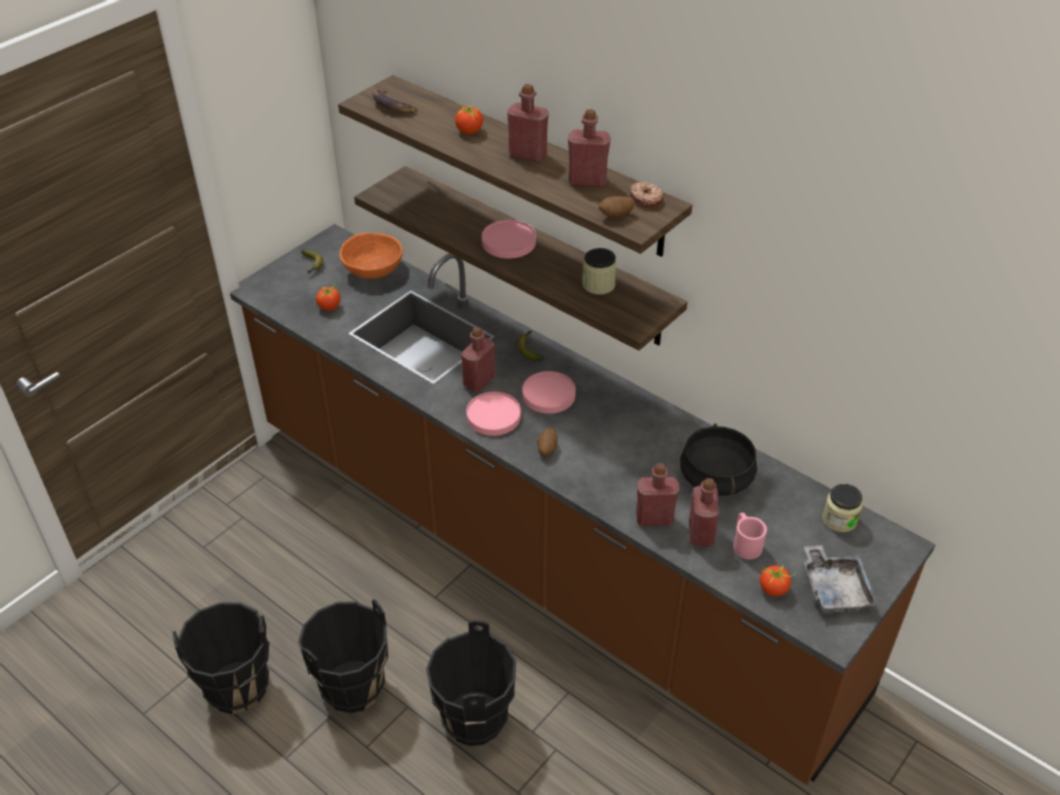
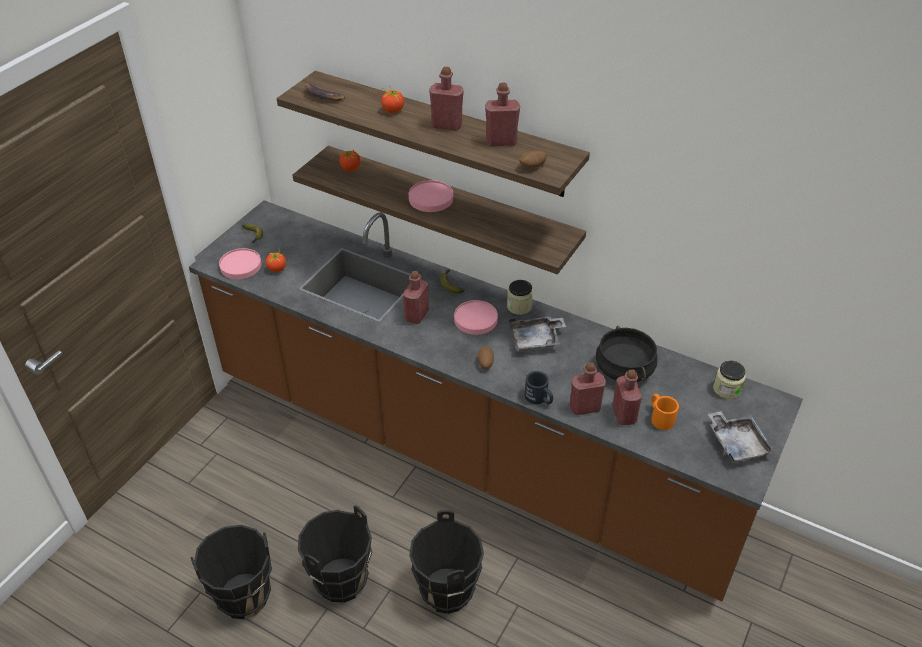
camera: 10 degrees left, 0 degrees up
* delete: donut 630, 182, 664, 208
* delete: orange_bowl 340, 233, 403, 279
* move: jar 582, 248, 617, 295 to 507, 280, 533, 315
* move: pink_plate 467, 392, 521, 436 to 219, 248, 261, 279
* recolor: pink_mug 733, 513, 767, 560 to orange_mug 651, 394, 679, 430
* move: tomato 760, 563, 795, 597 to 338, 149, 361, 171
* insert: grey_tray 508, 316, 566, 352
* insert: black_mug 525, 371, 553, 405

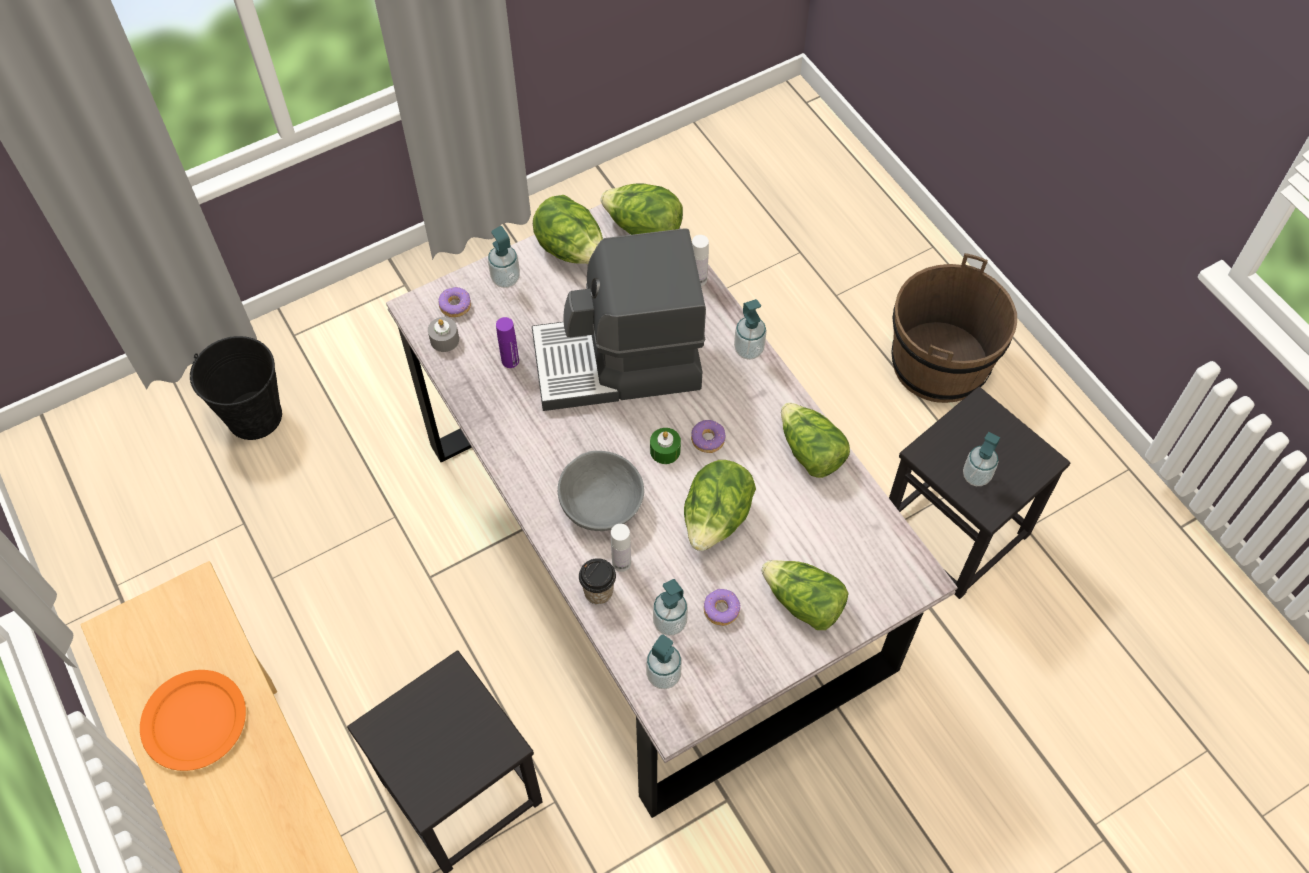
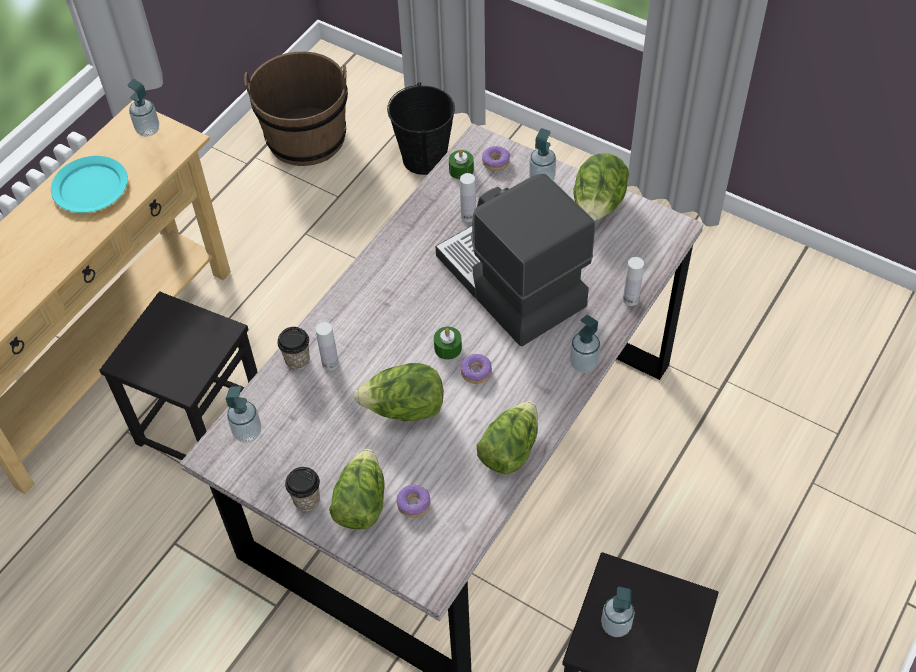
camera: 65 degrees right, 5 degrees down
* delete: lettuce 600, 183, 683, 235
* move: brown_bucket 892, 253, 1017, 403 to 244, 52, 348, 166
* recolor: grey_candle 428, 317, 459, 352 to green_candle 449, 149, 474, 180
* recolor: purple_bottle 496, 317, 519, 368 to white_bottle 460, 173, 476, 222
* delete: grey_bowl 558, 451, 644, 531
* move: soap_dispenser 653, 579, 688, 636 to 128, 79, 159, 137
* move: donut 704, 589, 741, 626 to 397, 484, 430, 518
* recolor: orange_plate 140, 670, 246, 771 to turquoise_plate 51, 156, 128, 213
* insert: cup 285, 467, 320, 511

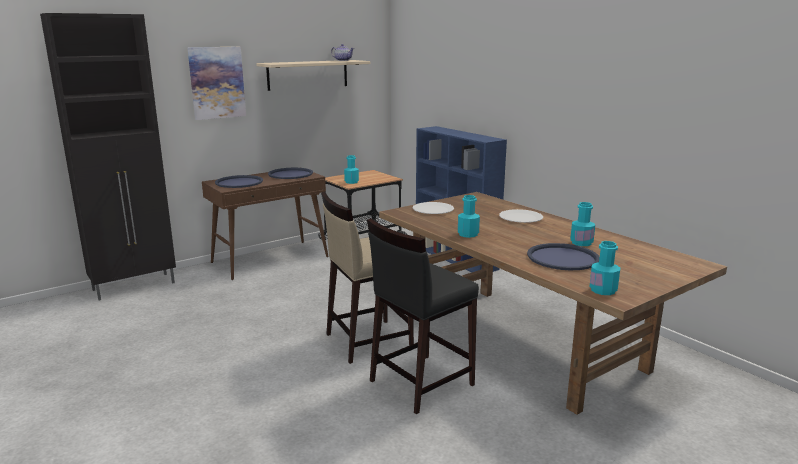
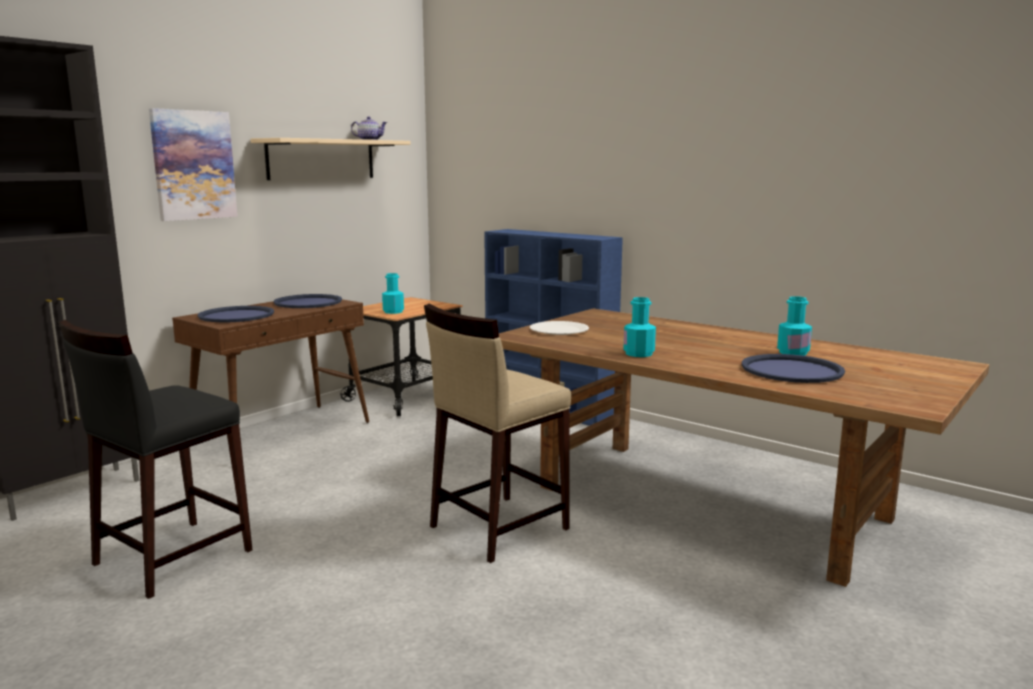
camera: 15 degrees left, 5 degrees down
* delete: white_plate 499, 209, 543, 223
* move: black_stool 367, 218, 479, 414 to 58, 320, 252, 599
* delete: turquoise_bottle 589, 241, 620, 295

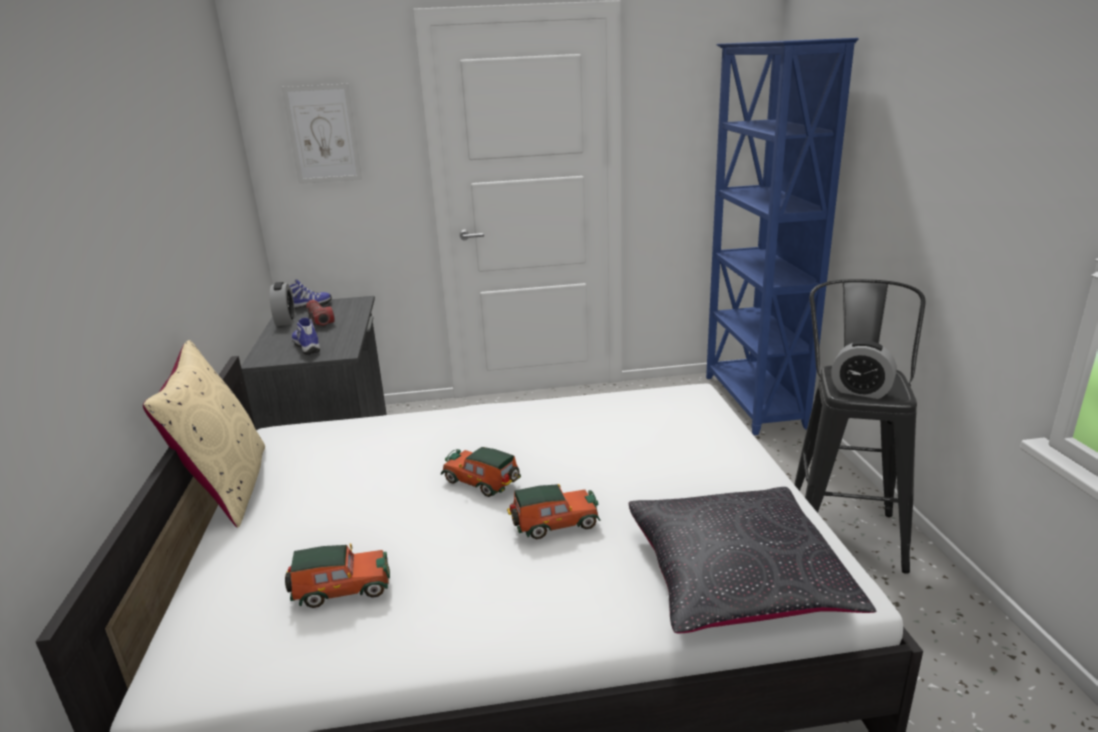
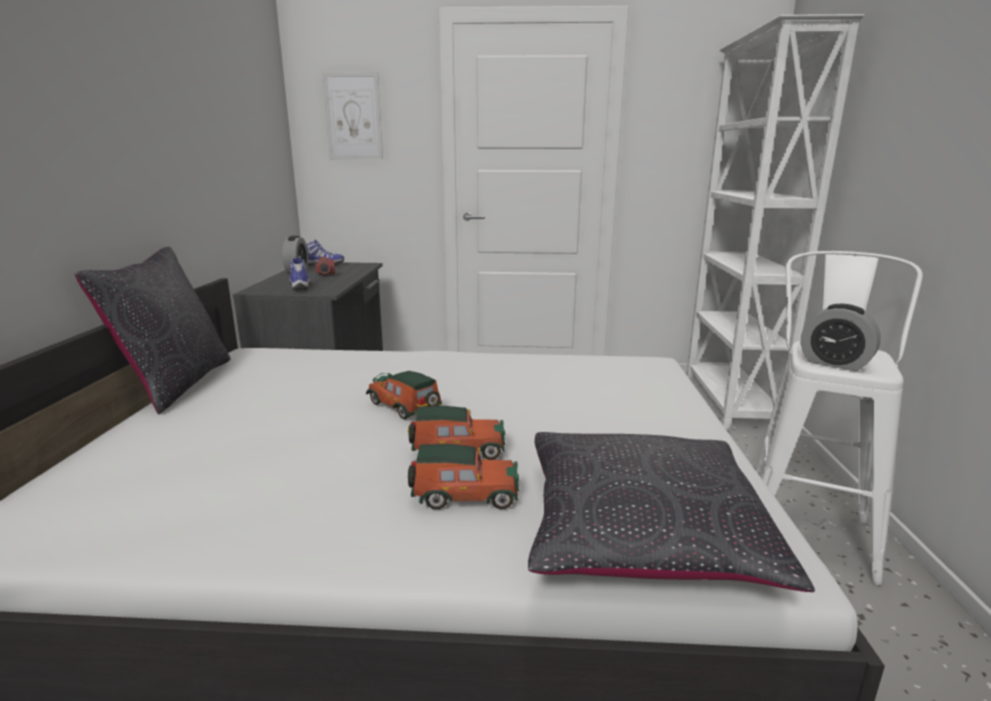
camera: 10 degrees right, 5 degrees down
* recolor: blue_bookcase 706, 38, 859, 435 to white_bookcase 686, 14, 864, 429
* recolor: black_stool 794, 279, 926, 574 to white_stool 756, 251, 923, 585
* recolor: beige_pillow 143, 340, 265, 528 to black_pillow 75, 247, 231, 414
* move: toy_car 285, 543, 390, 608 to 408, 444, 519, 509

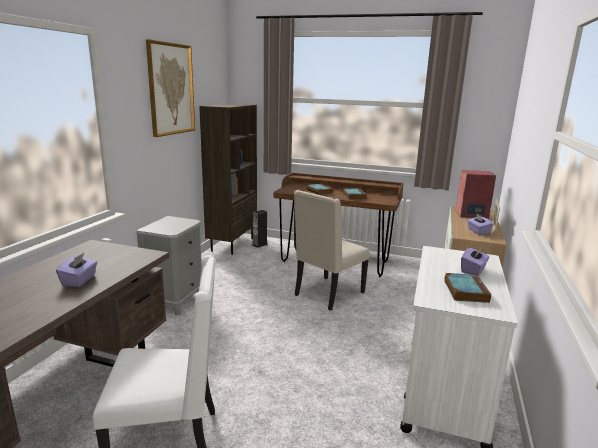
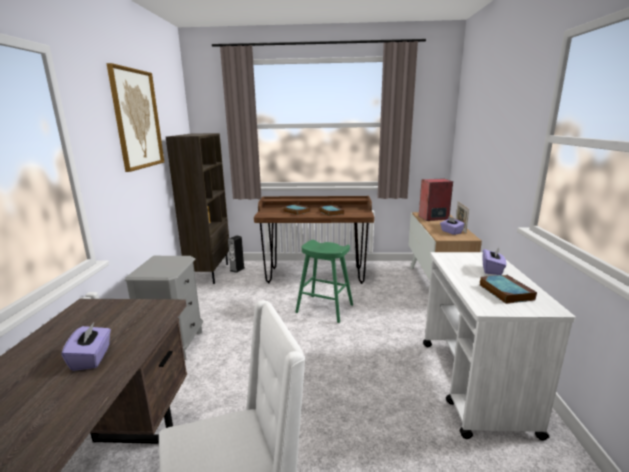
camera: 15 degrees left, 0 degrees up
* replace: beige_chair 294, 190, 370, 311 to green_stool 295, 240, 353, 323

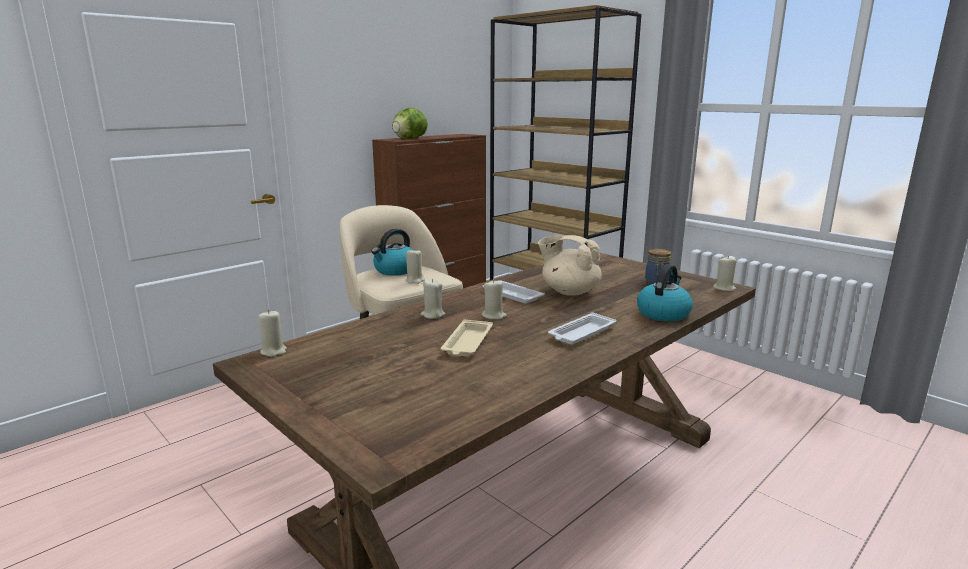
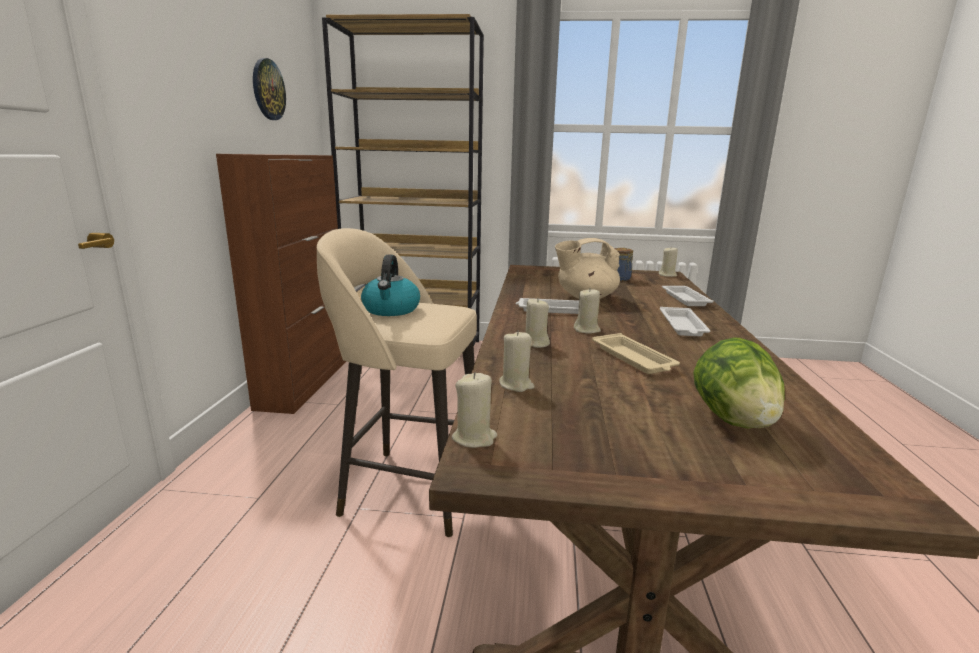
camera: 40 degrees left, 0 degrees up
* move: lettuce 392, 108, 428, 139 to 693, 337, 785, 429
* move: beige_candle 405, 250, 425, 284 to 499, 330, 535, 392
* replace: kettle 637, 264, 693, 322 to white_tray 662, 286, 714, 306
* insert: wall_clock 253, 58, 286, 120

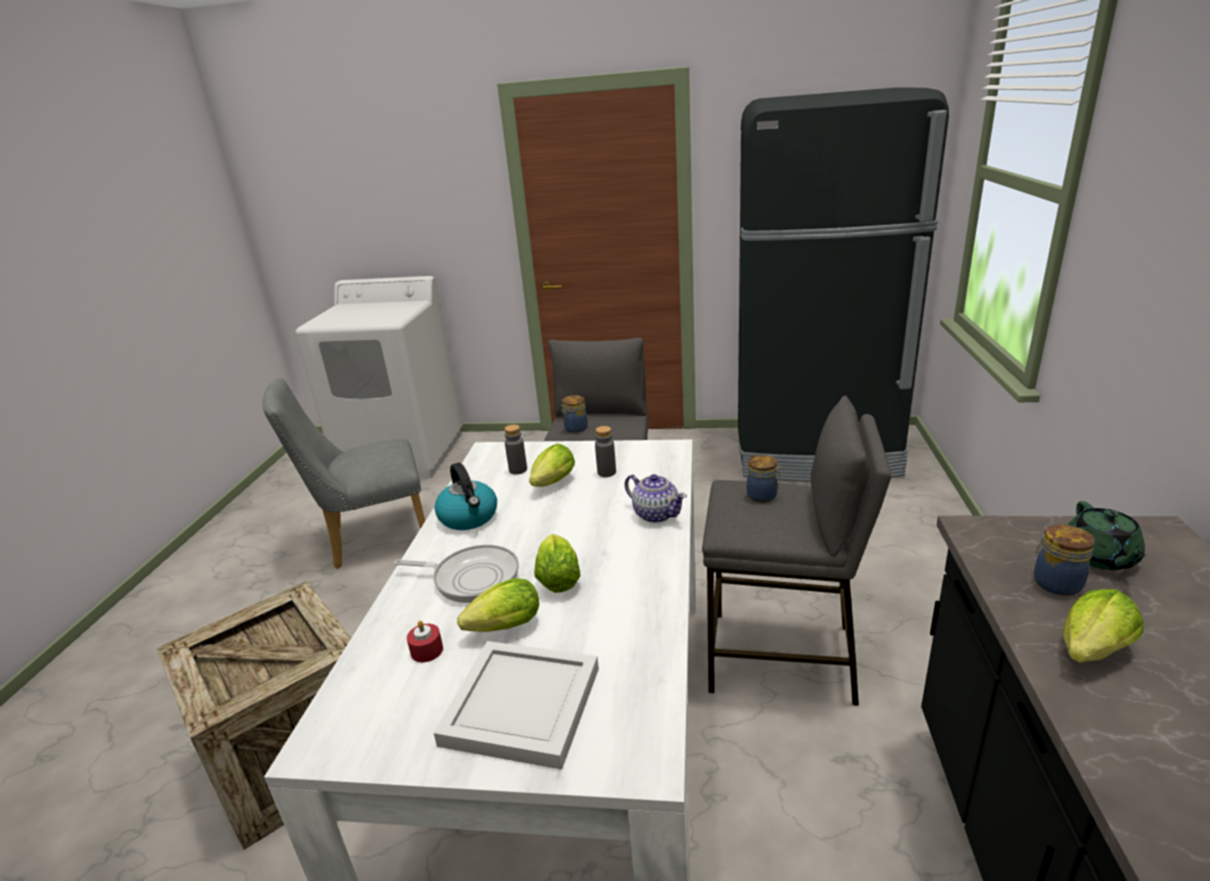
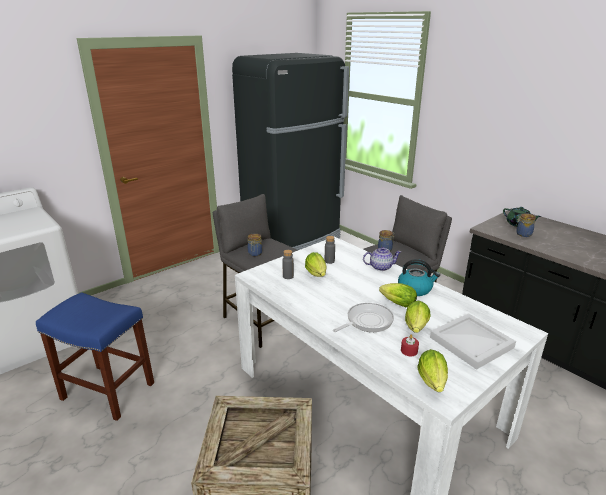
camera: 50 degrees left, 0 degrees up
* replace: grey_chair 262, 377, 425, 568 to blue_stool 36, 292, 154, 421
* move: kettle 435, 462, 497, 530 to 398, 259, 440, 296
* move: lettuce 1063, 589, 1144, 663 to 417, 349, 448, 392

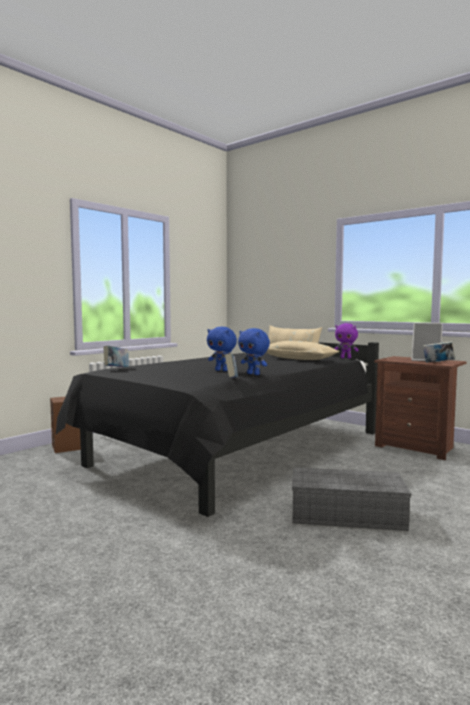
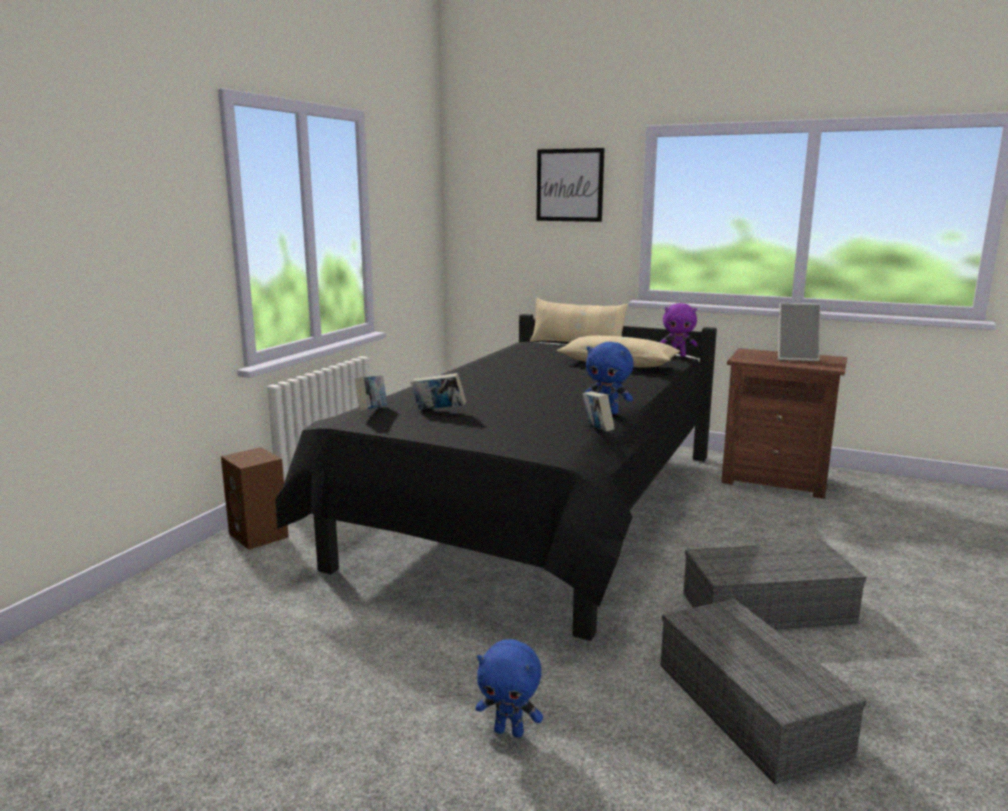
camera: 15 degrees left, 10 degrees up
* move: blue_plush_toy 207, 327, 237, 371 to 476, 639, 543, 738
* move: book 423, 341, 456, 363 to 411, 373, 466, 410
* insert: picture 536, 148, 605, 222
* insert: grey_storage_box 661, 599, 867, 785

